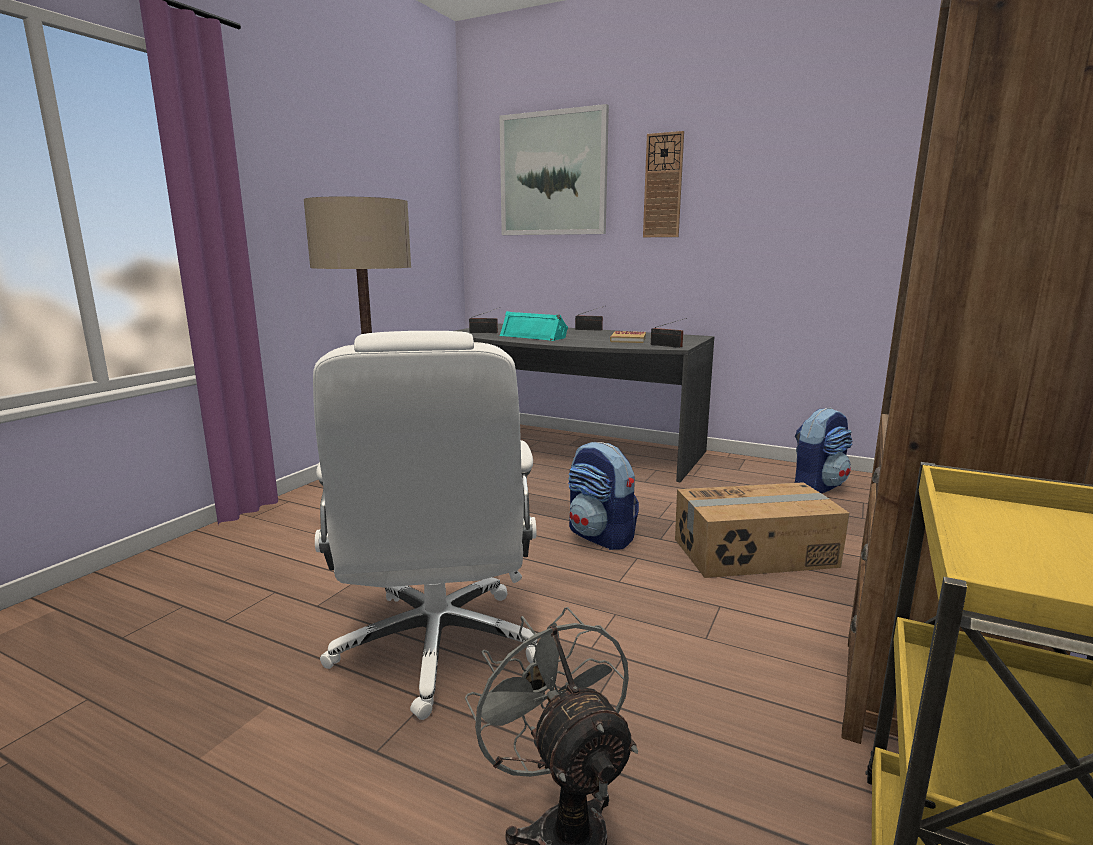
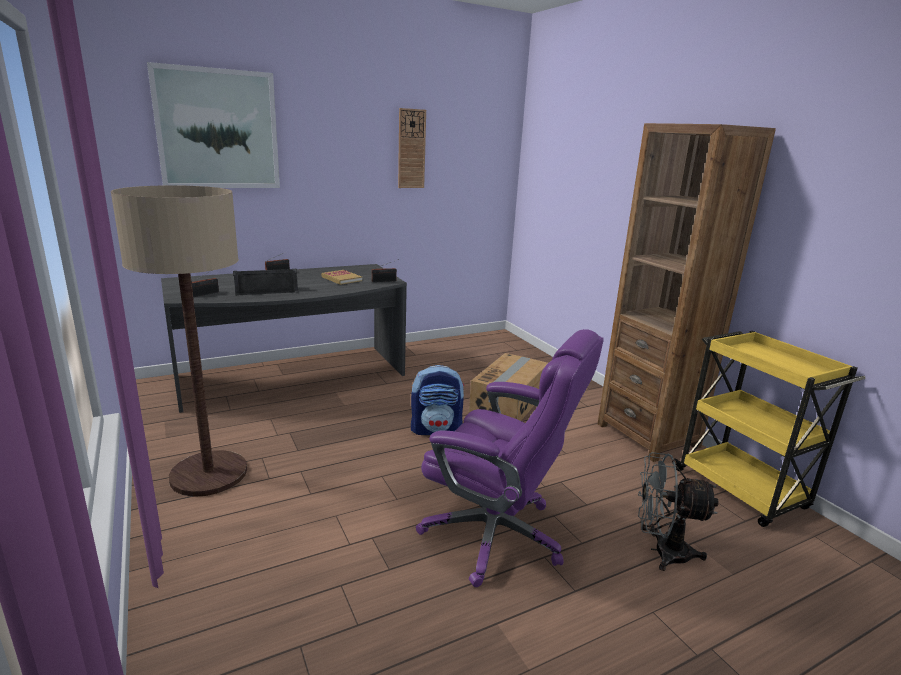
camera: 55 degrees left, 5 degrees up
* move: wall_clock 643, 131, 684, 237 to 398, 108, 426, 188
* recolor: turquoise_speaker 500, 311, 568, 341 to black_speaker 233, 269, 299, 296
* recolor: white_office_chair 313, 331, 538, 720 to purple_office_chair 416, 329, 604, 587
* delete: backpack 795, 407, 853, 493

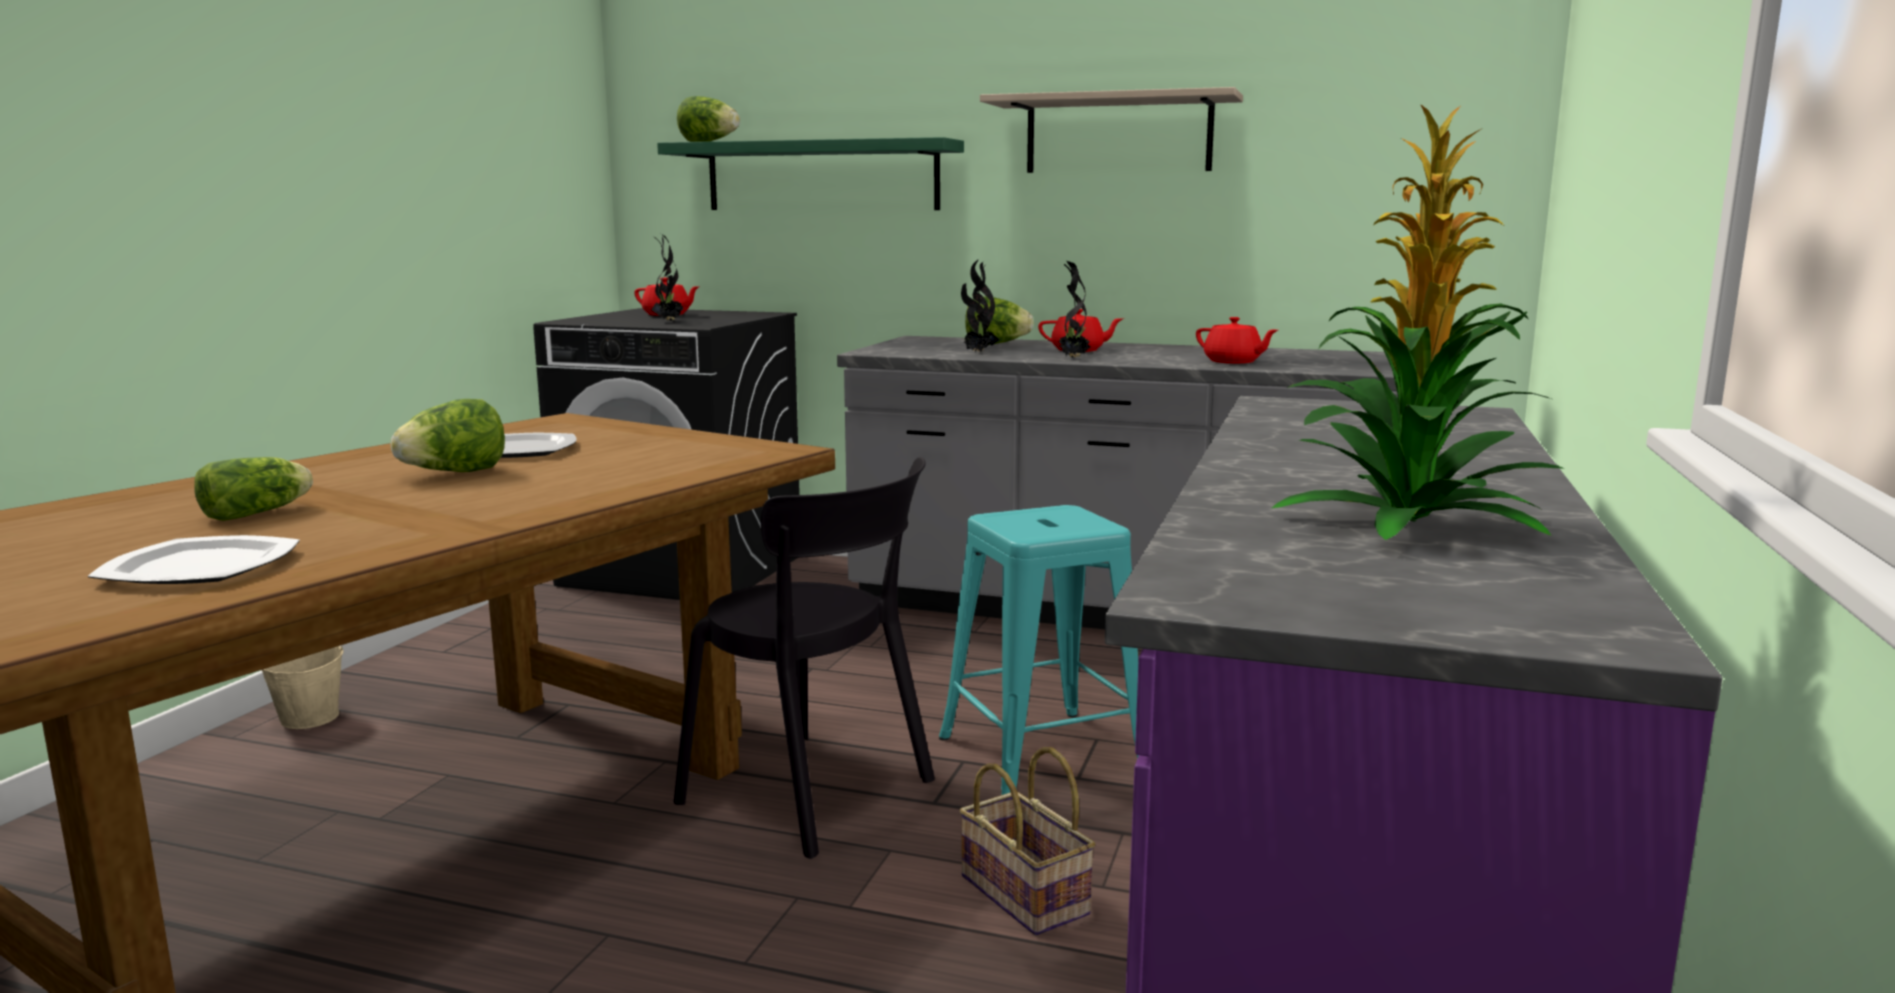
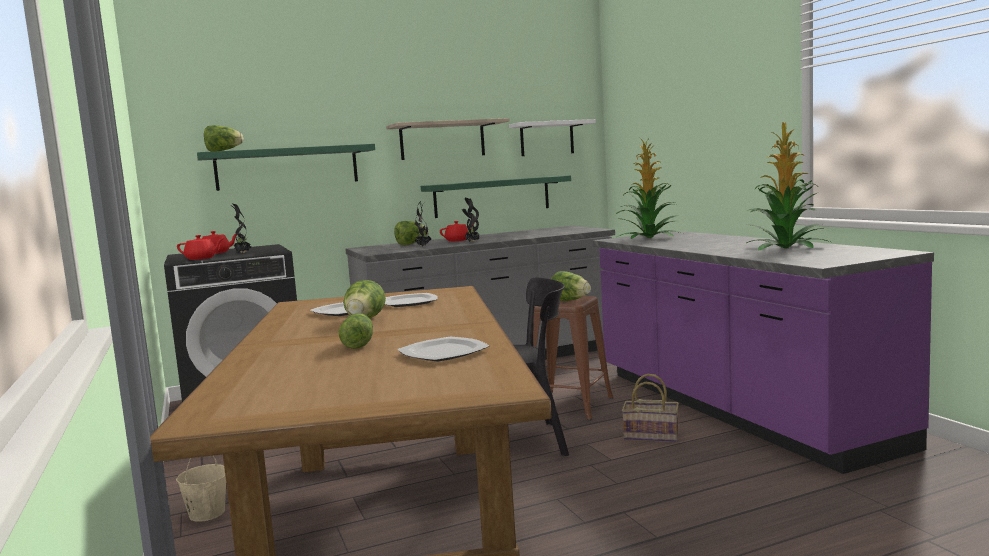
camera: 40 degrees left, 5 degrees down
* move: red_teapot 1196, 317, 1278, 364 to 177, 235, 223, 260
* recolor: turquoise_stool 939, 505, 1139, 795 to brown_stool 533, 296, 613, 421
* insert: white_shelf 509, 119, 596, 156
* insert: potted_plant 616, 137, 684, 239
* insert: green_shelf 421, 175, 571, 218
* insert: lettuce 551, 271, 591, 301
* insert: plate 385, 293, 438, 307

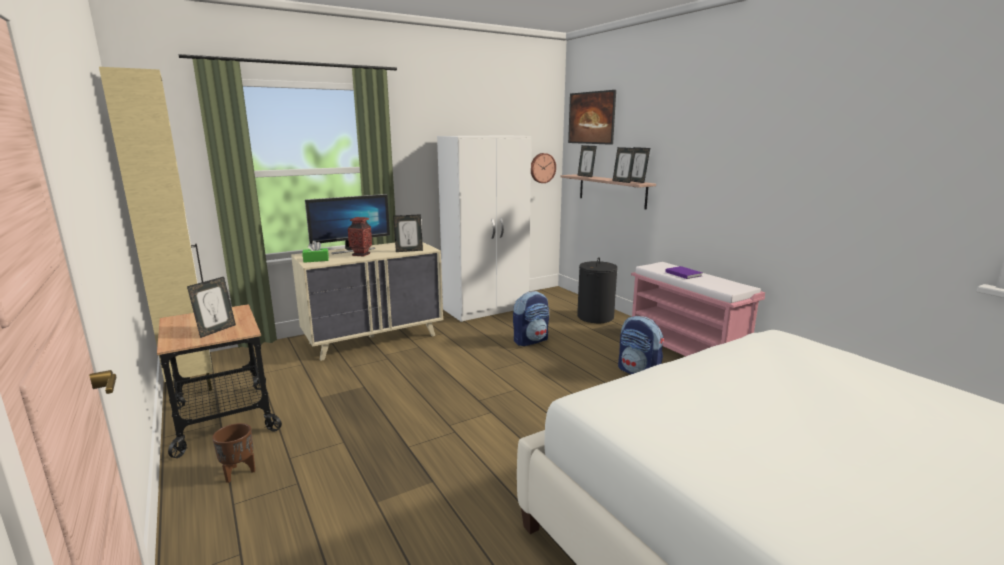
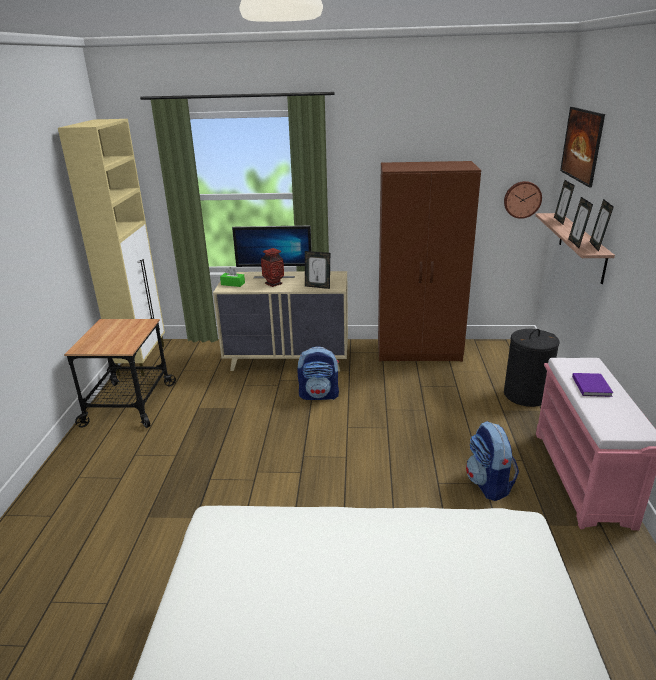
camera: 35 degrees right, 10 degrees up
* recolor: white_wardrobe 437, 135, 531, 322 to brown_wardrobe 378, 161, 481, 362
* delete: picture_frame 187, 277, 236, 338
* move: backpack 513, 291, 549, 346 to 297, 346, 339, 400
* delete: brown_planter 212, 423, 255, 483

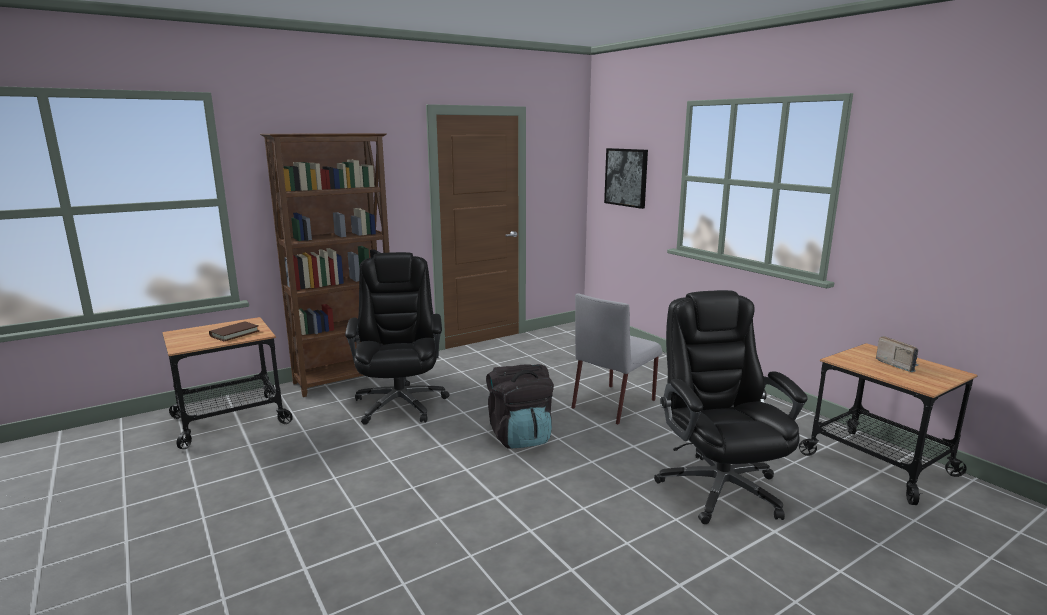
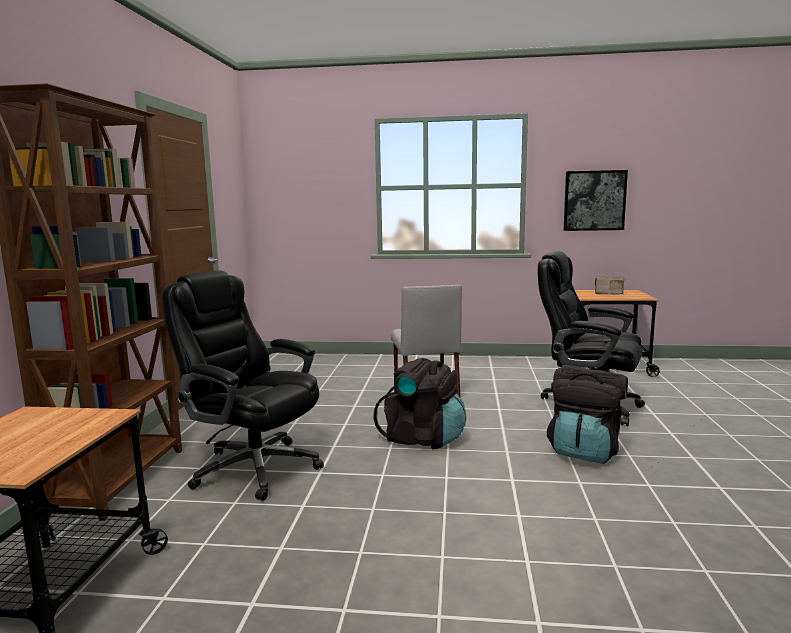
camera: 50 degrees left, 5 degrees down
* move: picture 604, 148, 648, 209 to 563, 170, 628, 231
* delete: brown_book 209, 321, 259, 341
* insert: black_backpack 547, 365, 628, 464

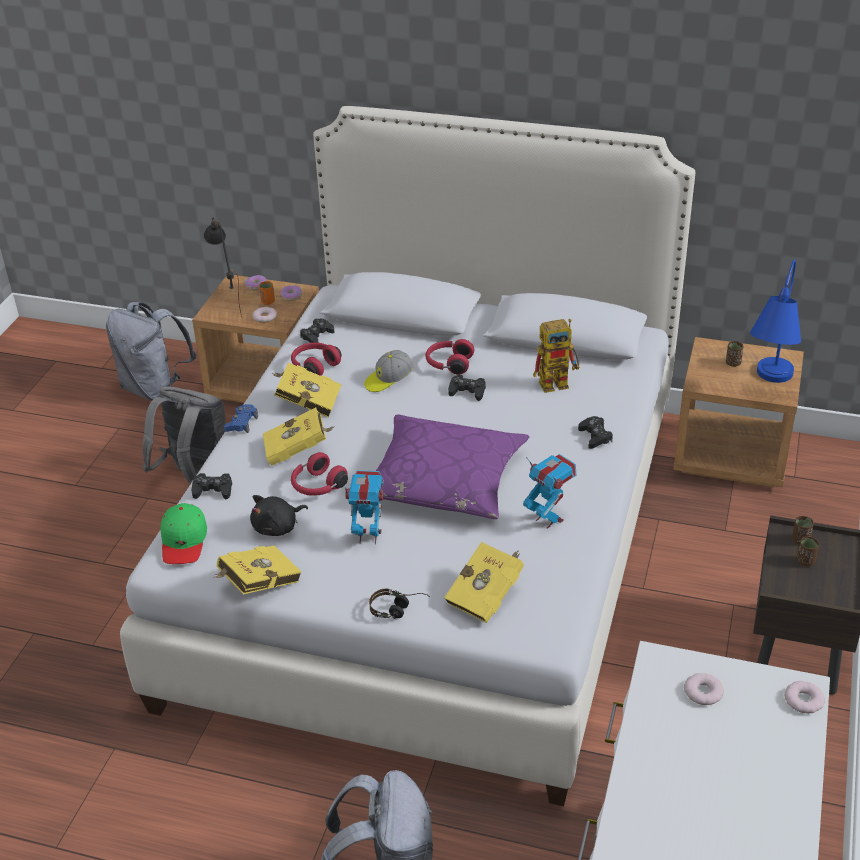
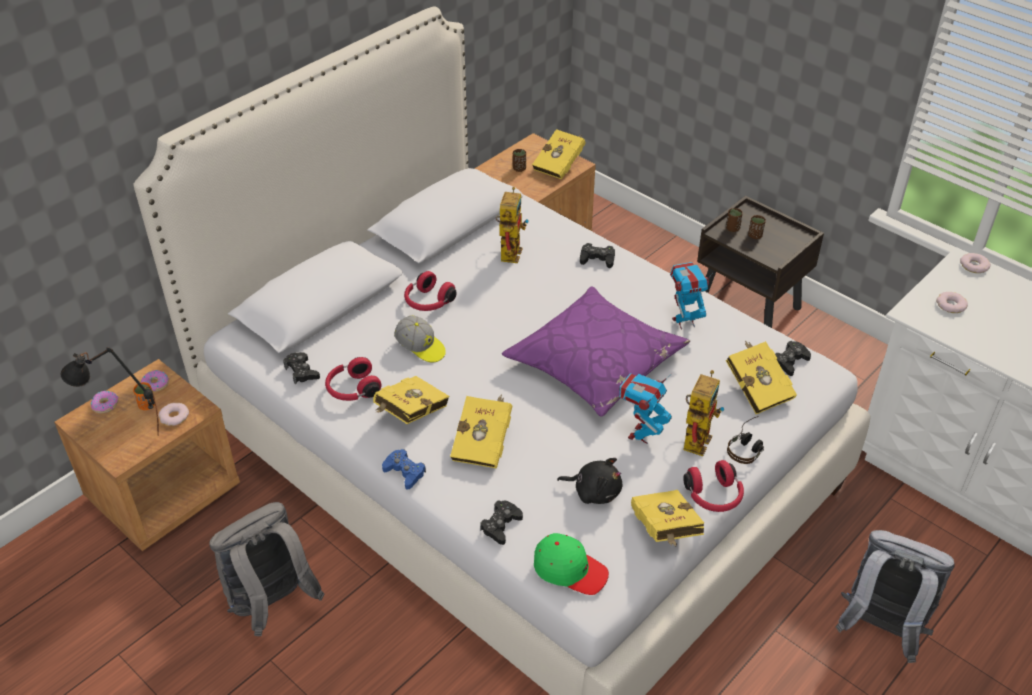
camera: 65 degrees left, 5 degrees up
* replace: blue_table_lamp 750, 259, 801, 383 to yellow_book 532, 129, 586, 180
* delete: grey_backpack 106, 301, 197, 401
* rotate: cap 364, 350, 413, 392 = 394, 315, 446, 362 45 degrees counterclockwise
* move: black_game_controller 448, 374, 486, 401 to 775, 341, 811, 376
* move: red_headphones 291, 452, 348, 496 to 683, 460, 744, 512
* rotate: black_plush_toy 250, 495, 308, 536 = 557, 458, 622, 504 60 degrees counterclockwise
* insert: toy_robot 683, 370, 725, 456

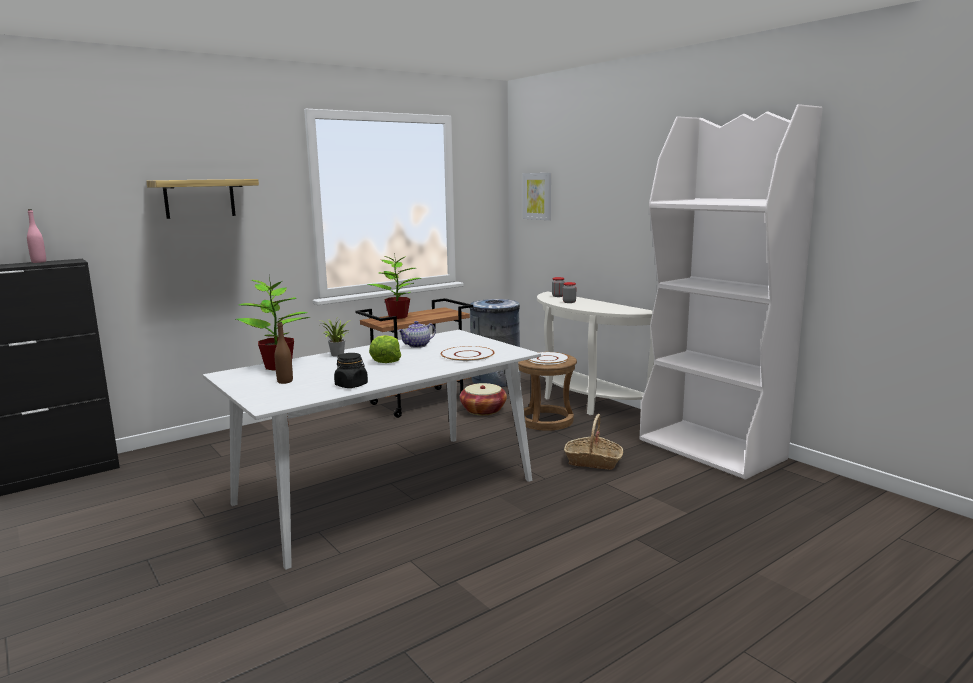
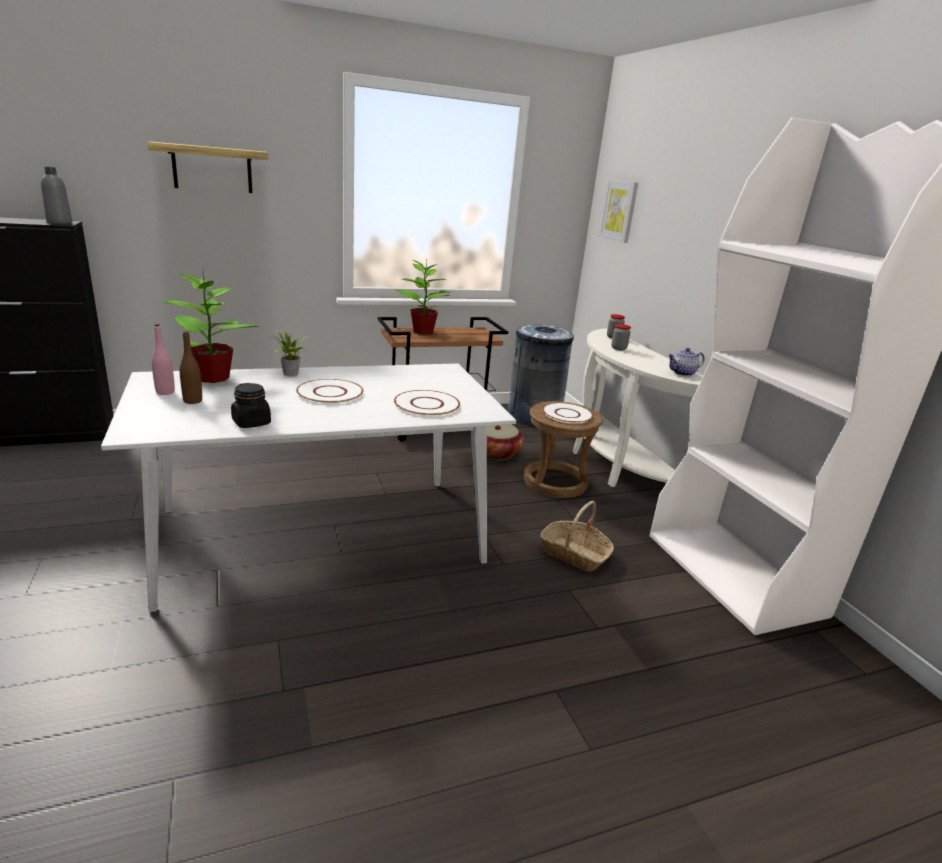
camera: 15 degrees right, 10 degrees up
* move: pink_bottle 27, 209, 46, 263 to 152, 324, 175, 395
* move: teapot 398, 321, 436, 348 to 668, 348, 705, 376
* replace: lettuce 369, 335, 401, 363 to white_plate 296, 379, 364, 404
* insert: grey_bottle 41, 167, 72, 224

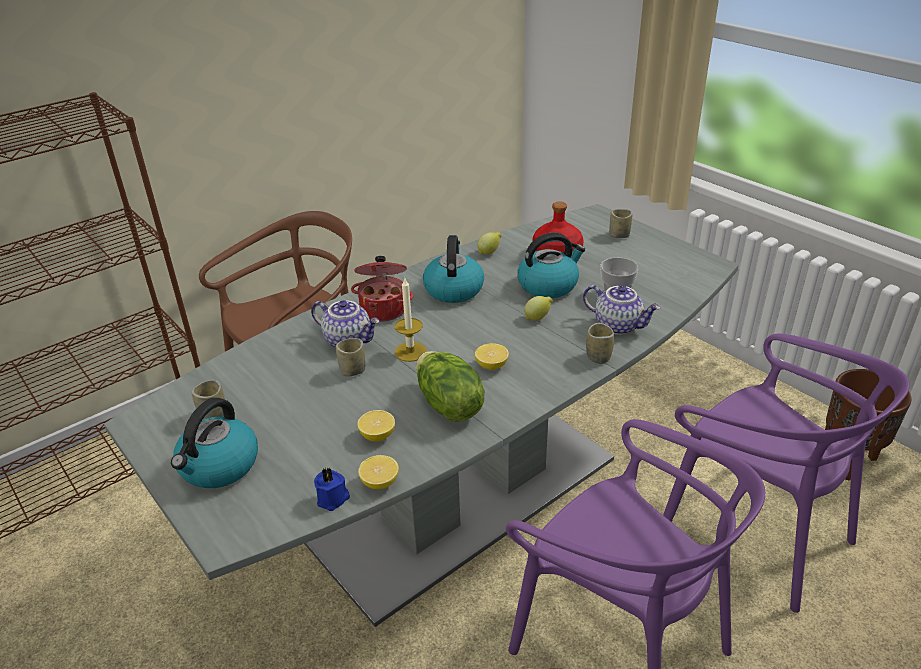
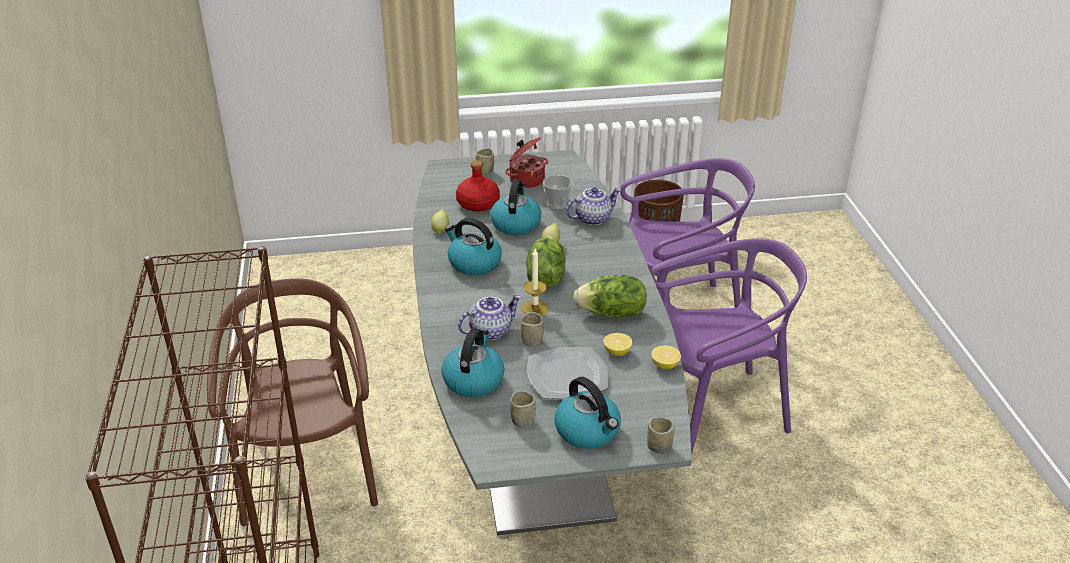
camera: 60 degrees left, 0 degrees up
* move: cooking_pot 351, 256, 413, 322 to 505, 137, 548, 188
* move: cup 586, 323, 614, 364 to 647, 417, 675, 454
* delete: lemon 475, 343, 509, 370
* delete: blue_candle 314, 467, 350, 511
* insert: lettuce 526, 236, 565, 288
* insert: kettle 441, 328, 504, 397
* insert: plate 527, 347, 608, 399

